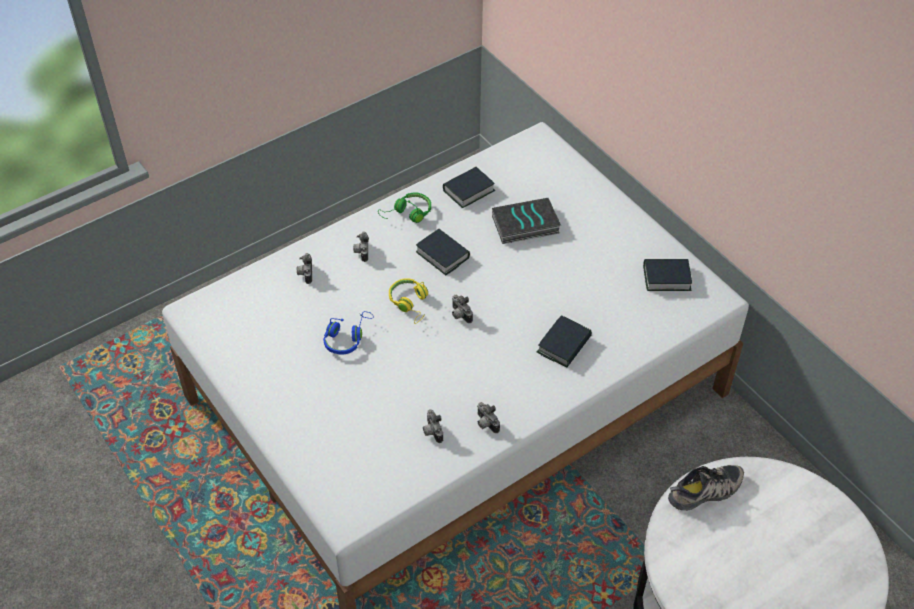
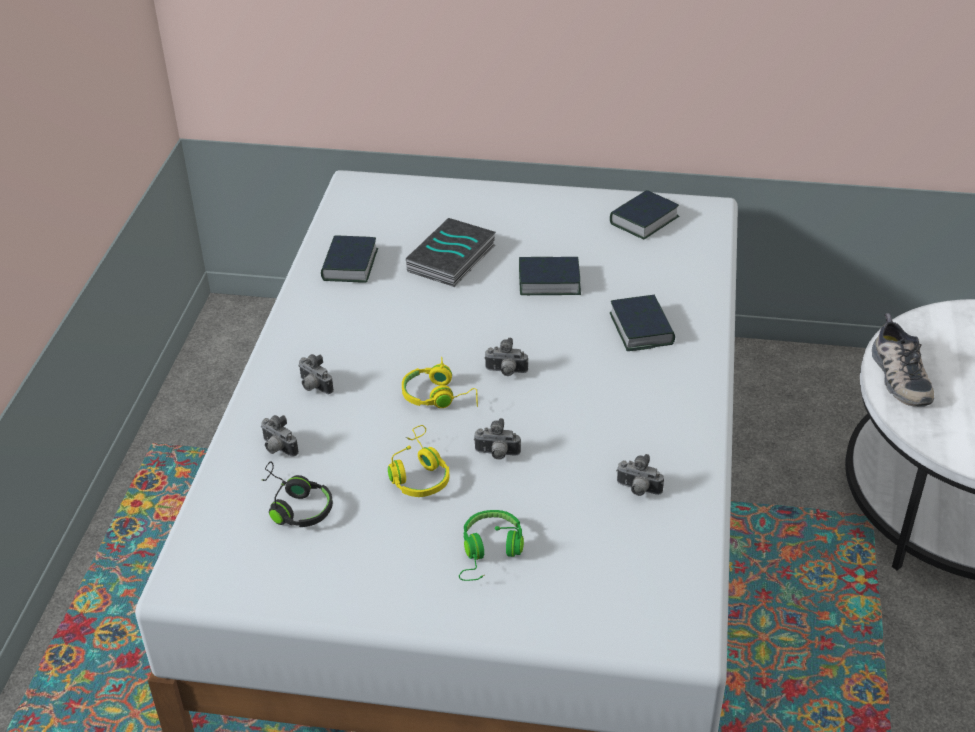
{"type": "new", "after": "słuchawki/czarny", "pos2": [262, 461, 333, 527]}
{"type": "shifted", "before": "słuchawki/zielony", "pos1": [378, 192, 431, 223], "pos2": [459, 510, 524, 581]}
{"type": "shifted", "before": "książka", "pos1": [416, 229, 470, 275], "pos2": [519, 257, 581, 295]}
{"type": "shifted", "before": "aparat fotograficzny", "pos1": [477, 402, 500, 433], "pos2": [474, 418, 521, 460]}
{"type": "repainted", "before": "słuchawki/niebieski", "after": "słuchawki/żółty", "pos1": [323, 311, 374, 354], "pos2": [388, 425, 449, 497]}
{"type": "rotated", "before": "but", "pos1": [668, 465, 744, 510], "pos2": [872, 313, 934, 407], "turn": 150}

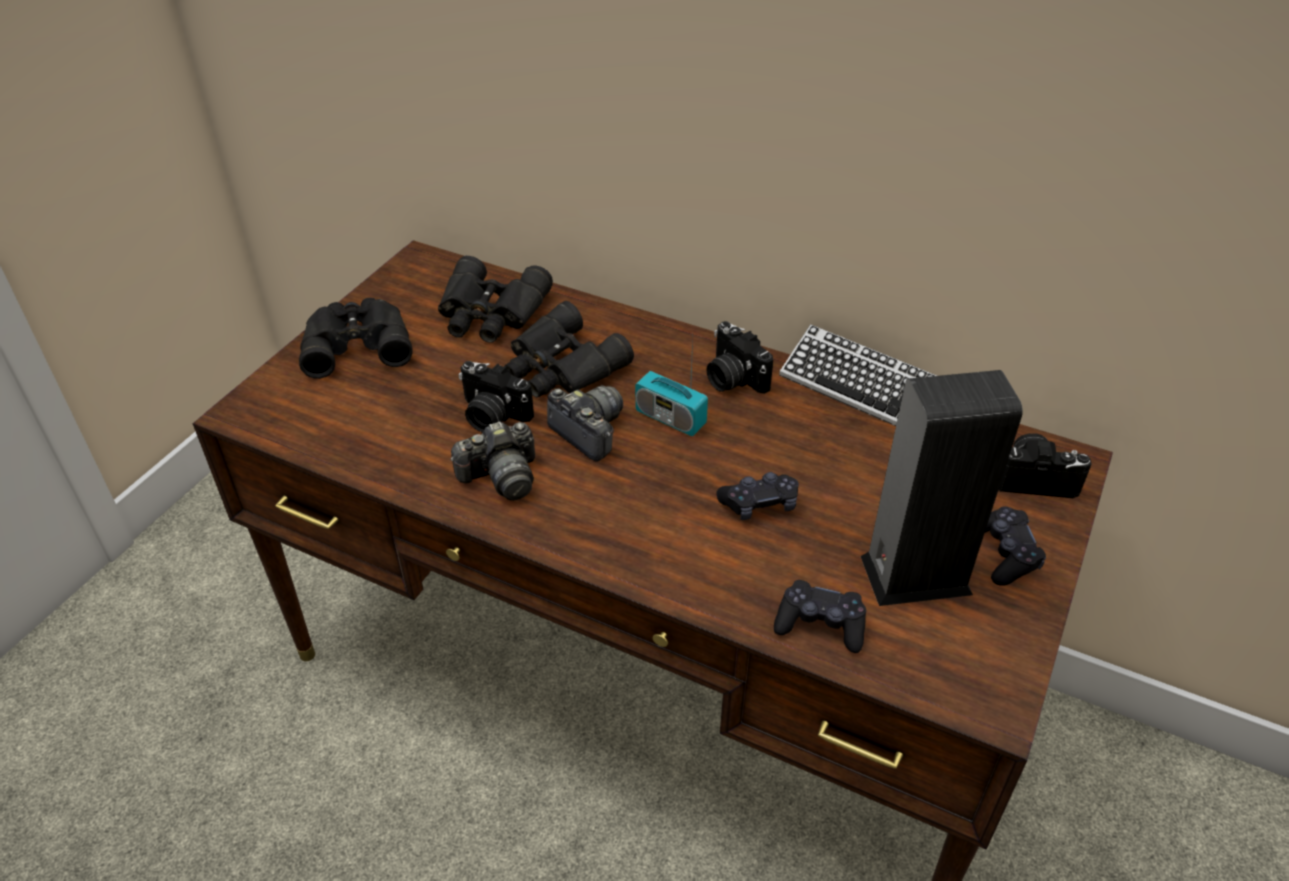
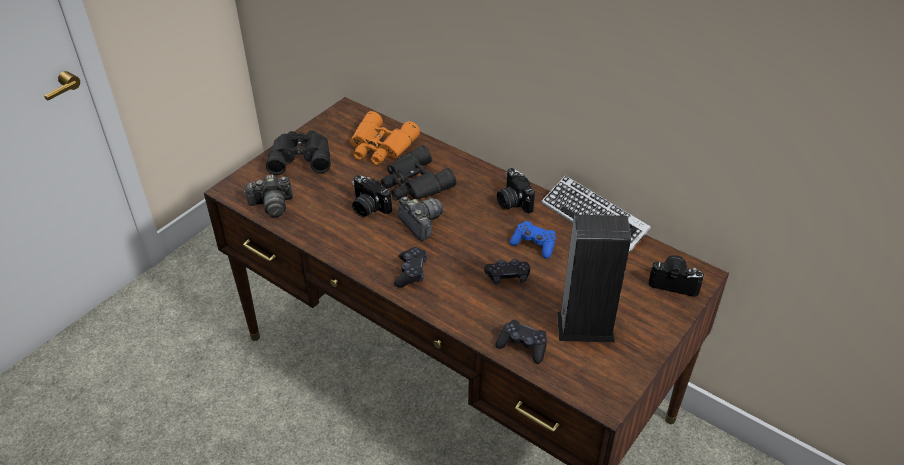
{"type": "gone", "before": "radio", "pos1": [635, 338, 708, 436]}
{"type": "new", "after": "pad do gier/niebieski", "pos2": [510, 221, 556, 259]}
{"type": "shifted", "before": "aparat fotograficzny", "pos1": [450, 421, 535, 501], "pos2": [244, 175, 293, 218]}
{"type": "shifted", "before": "pad do gier/czarny", "pos1": [985, 506, 1046, 586], "pos2": [394, 247, 427, 288]}
{"type": "repainted", "before": "lornetka/czarny", "after": "lornetka/pomarańczowy", "pos1": [438, 256, 553, 343], "pos2": [350, 111, 420, 165]}

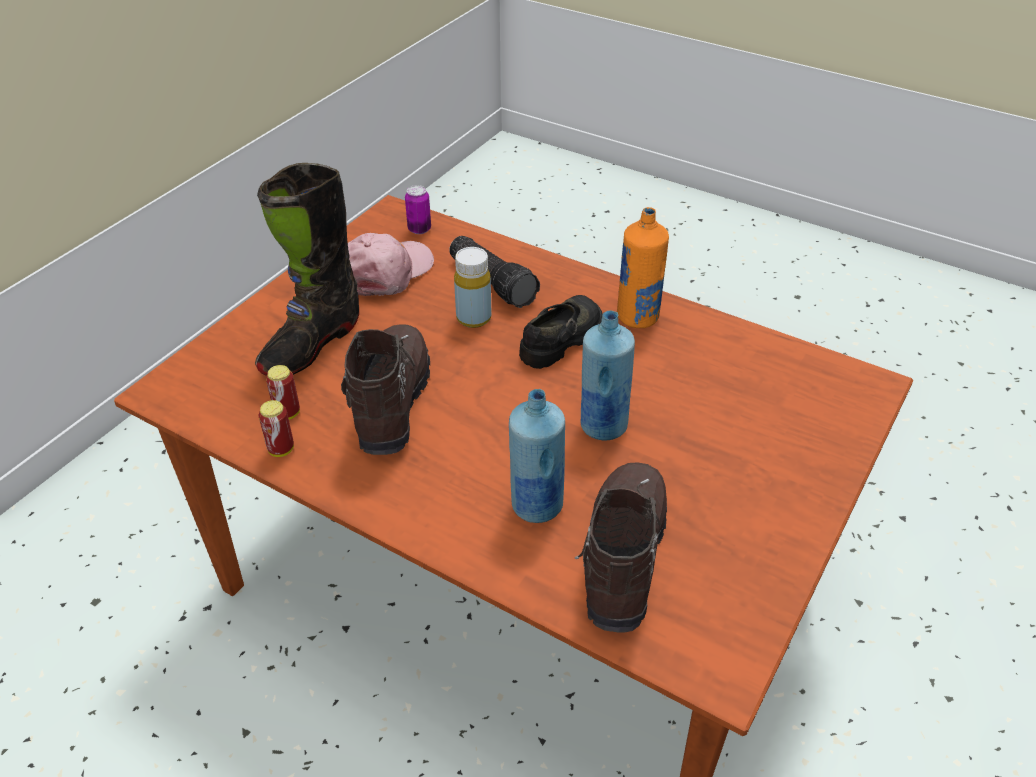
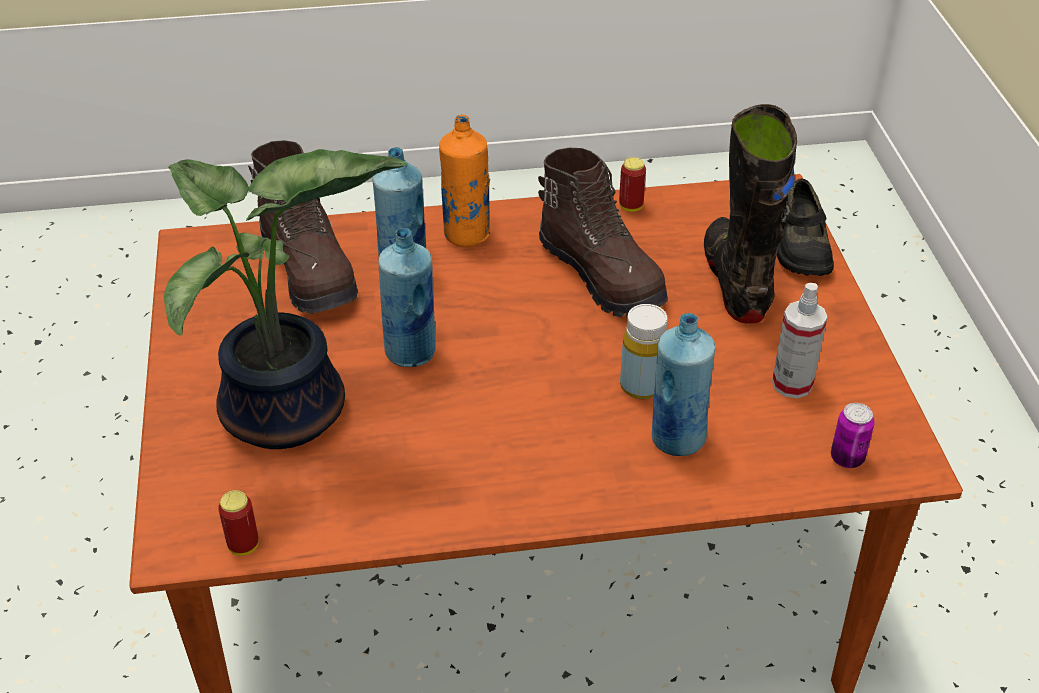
{"type": "new", "after": "roślina doniczkowa", "pos2": [164, 149, 407, 449]}
{"type": "shifted", "before": "puszka", "pos1": [266, 365, 300, 420], "pos2": [218, 490, 259, 556]}
{"type": "shifted", "before": "but/czarny", "pos1": [519, 295, 603, 369], "pos2": [777, 179, 834, 276]}
{"type": "shifted", "before": "butelka/pomarańczowy", "pos1": [617, 207, 669, 328], "pos2": [439, 115, 490, 247]}
{"type": "swapped", "before": "czapka z daszkiem/różowy", "after": "spryskiwacz", "pos1": [348, 233, 434, 296], "pos2": [772, 283, 827, 399]}
{"type": "swapped", "before": "latarka", "after": "butelka/niebieski", "pos1": [449, 236, 540, 308], "pos2": [651, 313, 716, 456]}

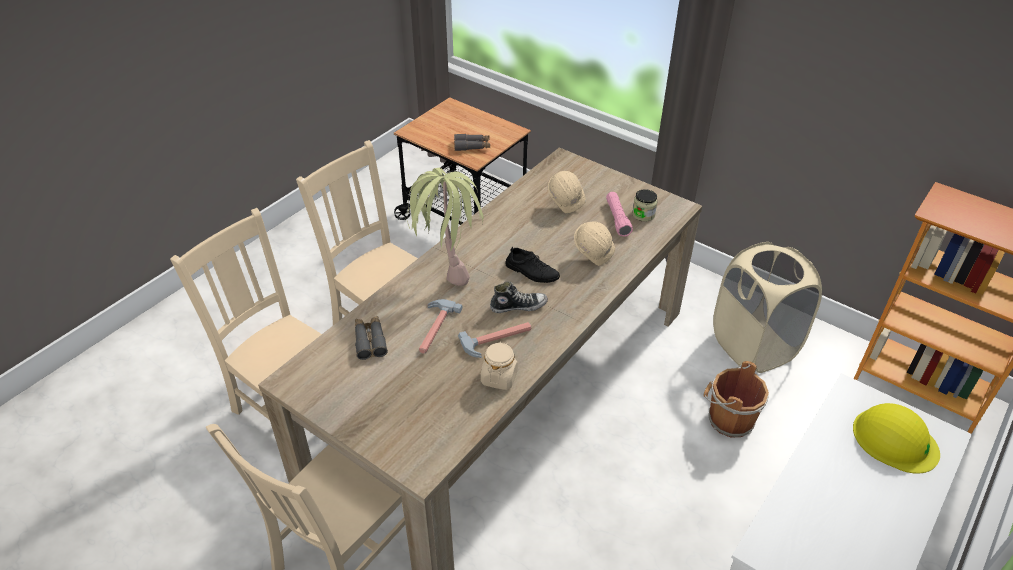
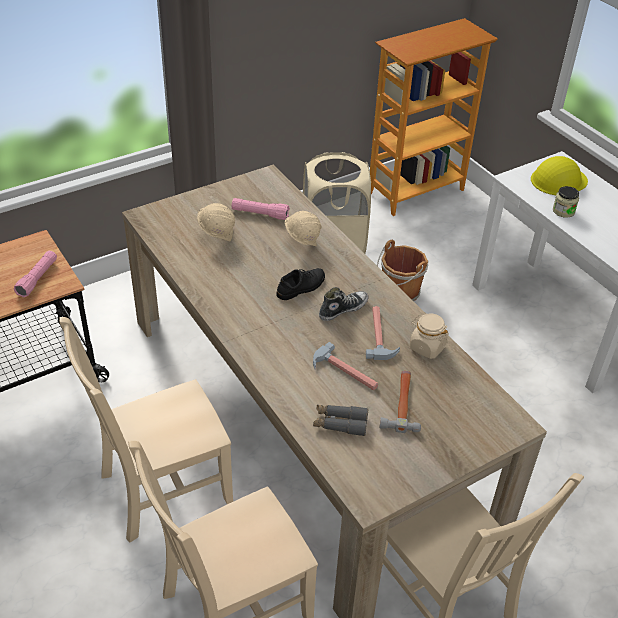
{"type": "gone", "before": "roślina doniczkowa", "pos1": [408, 167, 483, 286]}
{"type": "new", "after": "młotek", "pos2": [379, 371, 421, 433]}
{"type": "shifted", "before": "słoik", "pos1": [632, 189, 657, 222], "pos2": [553, 186, 579, 218]}
{"type": "swapped", "before": "lornetka/szary", "after": "latarka/różowy", "pos1": [454, 134, 490, 151], "pos2": [14, 251, 57, 297]}
{"type": "rotated", "before": "but", "pos1": [490, 282, 548, 313], "pos2": [319, 287, 369, 321], "turn": 45}

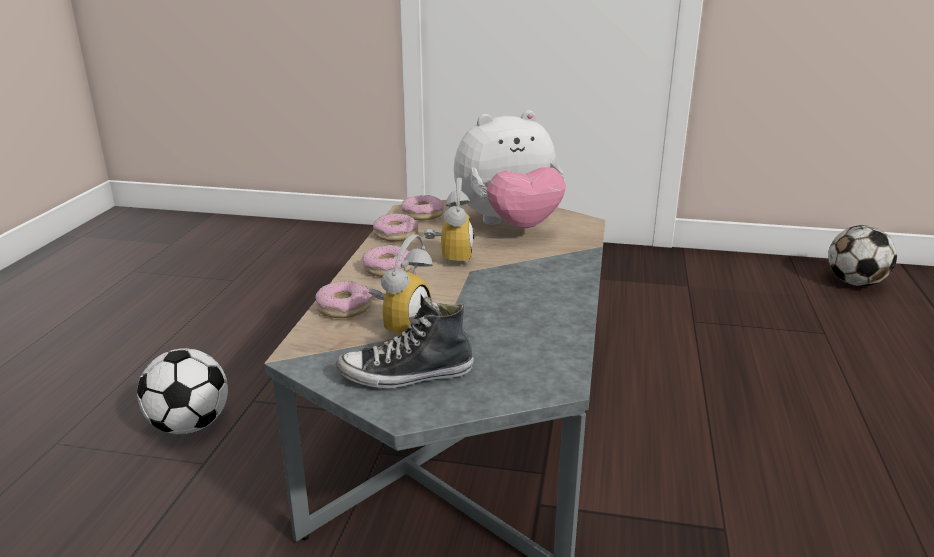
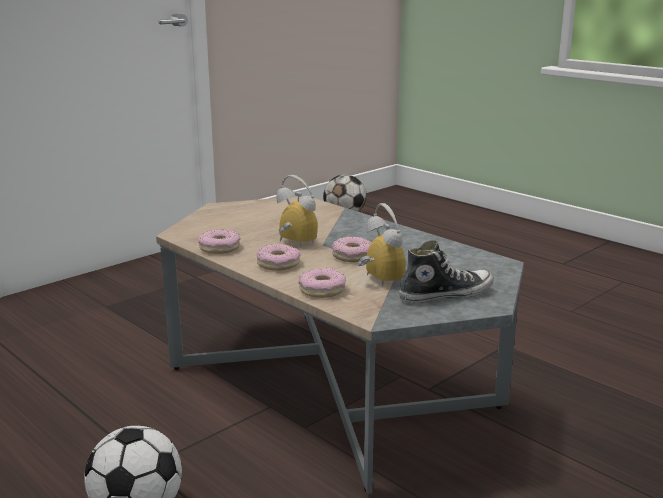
{"type": "gone", "before": "pluszak", "pos1": [454, 110, 566, 228]}
{"type": "shifted", "before": "donut", "pos1": [402, 195, 443, 220], "pos2": [332, 236, 372, 262]}
{"type": "rotated", "before": "but", "pos1": [336, 297, 474, 388], "pos2": [399, 240, 494, 303], "turn": -135}

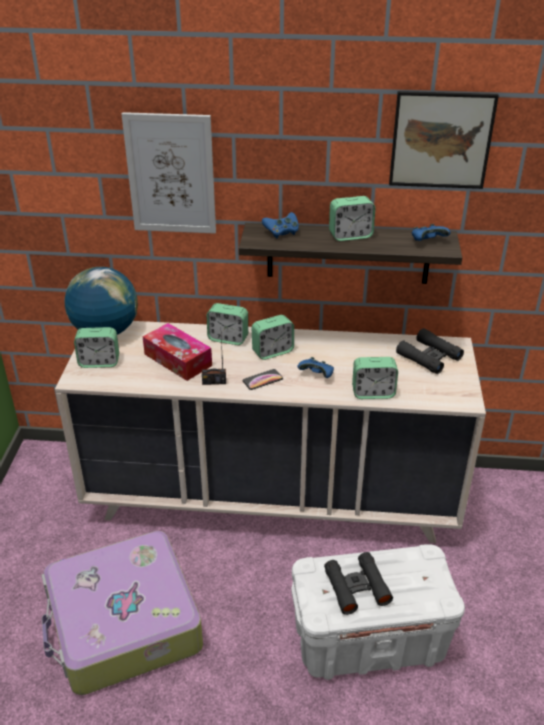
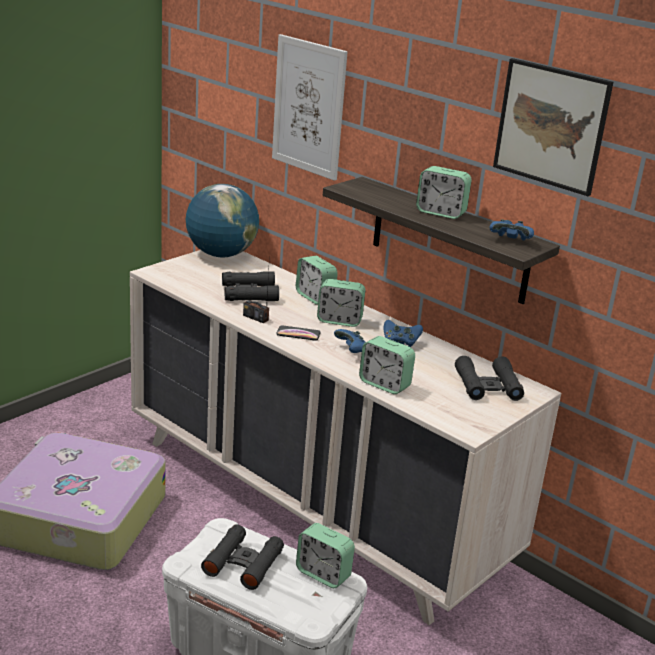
{"type": "shifted", "before": "budzik", "pos1": [74, 327, 119, 368], "pos2": [296, 523, 355, 588]}
{"type": "shifted", "before": "pad do gier/niebieski", "pos1": [262, 212, 299, 239], "pos2": [383, 320, 423, 347]}
{"type": "swapped", "before": "pudełko chusteczek", "after": "lornetka/czarny", "pos1": [143, 323, 212, 381], "pos2": [222, 271, 279, 301]}

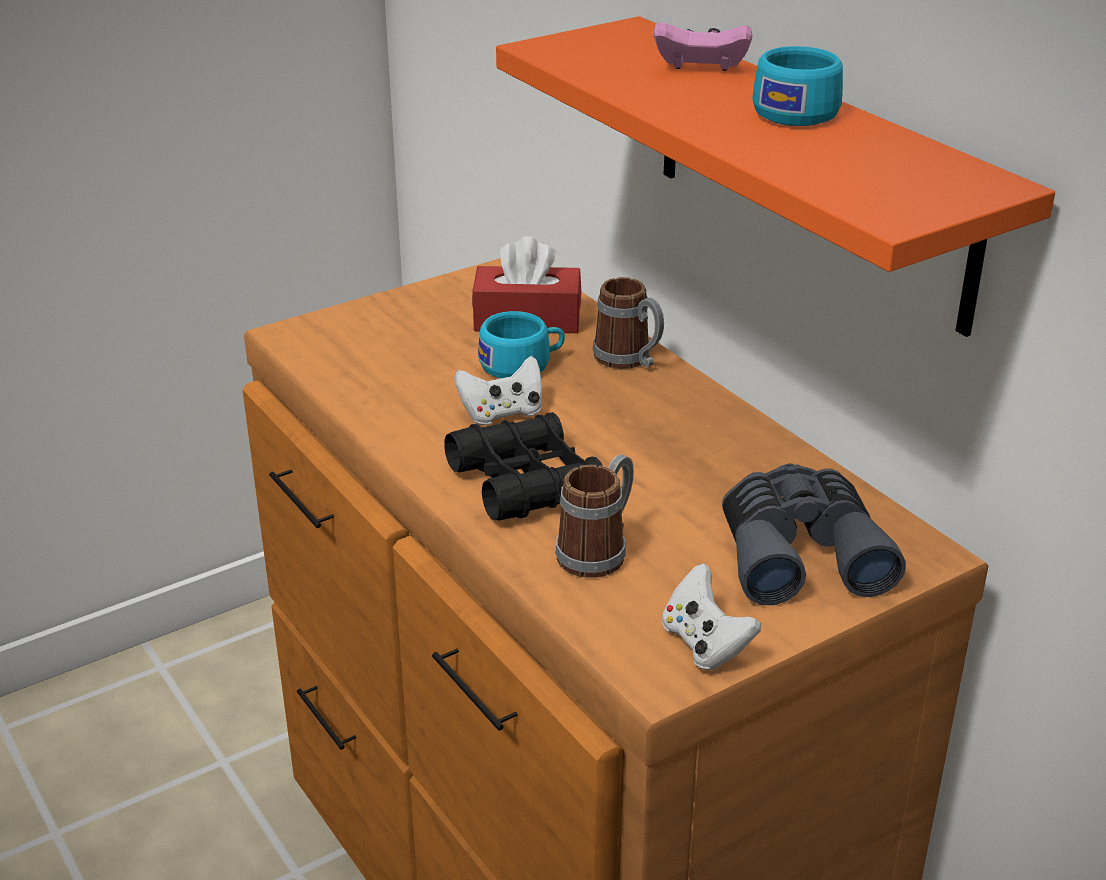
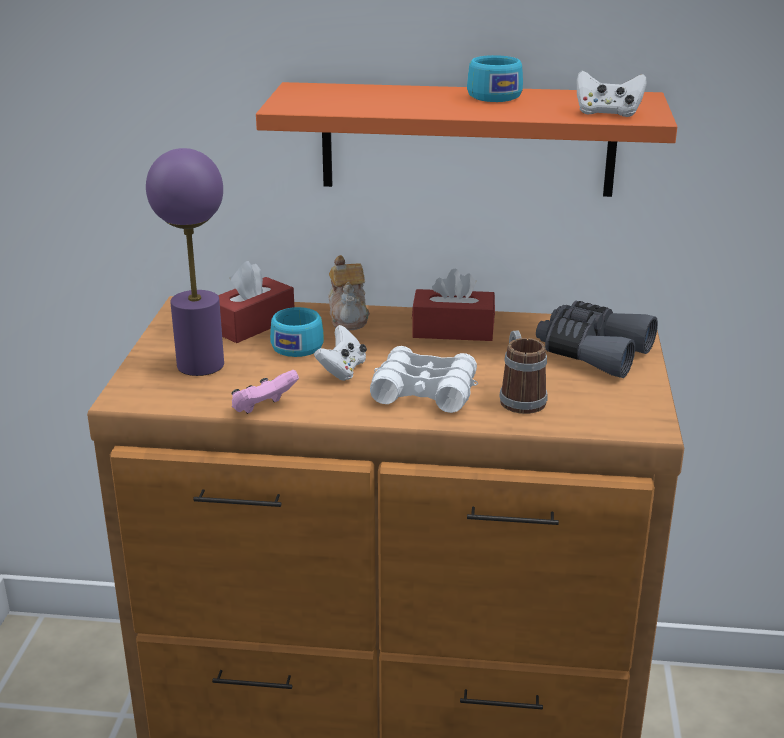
{"type": "new", "after": "lampa stołowa/fioletowy", "pos2": [146, 148, 224, 376]}
{"type": "new", "after": "pudełko chusteczek/czerwony", "pos2": [412, 269, 495, 341]}
{"type": "shifted", "before": "pad do gier/różowy", "pos1": [654, 22, 752, 71], "pos2": [231, 370, 299, 414]}
{"type": "shifted", "before": "pad do gier/biały", "pos1": [662, 563, 761, 670], "pos2": [577, 71, 647, 117]}
{"type": "swapped", "before": "kubek", "after": "imbryk", "pos1": [593, 277, 664, 369], "pos2": [328, 255, 370, 330]}
{"type": "repainted", "before": "lornetka/czarny", "after": "lornetka/biały", "pos1": [444, 412, 603, 521], "pos2": [370, 346, 478, 413]}

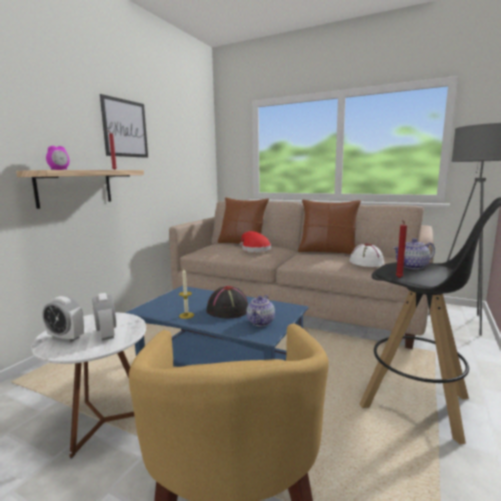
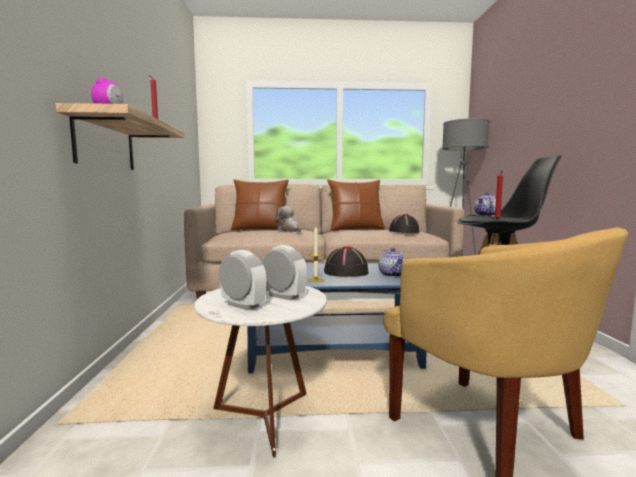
{"type": "gone", "before": "obraz", "pos1": [100, 94, 148, 158]}
{"type": "swapped", "before": "kapelusz/czerwony", "after": "pluszak", "pos1": [240, 231, 271, 252], "pos2": [275, 206, 301, 232]}
{"type": "repainted", "before": "kapelusz/biały", "after": "kapelusz/czarny", "pos1": [350, 243, 384, 267], "pos2": [389, 214, 419, 233]}
{"type": "rotated", "before": "budzik", "pos1": [42, 296, 84, 343], "pos2": [219, 250, 266, 310], "turn": -135}

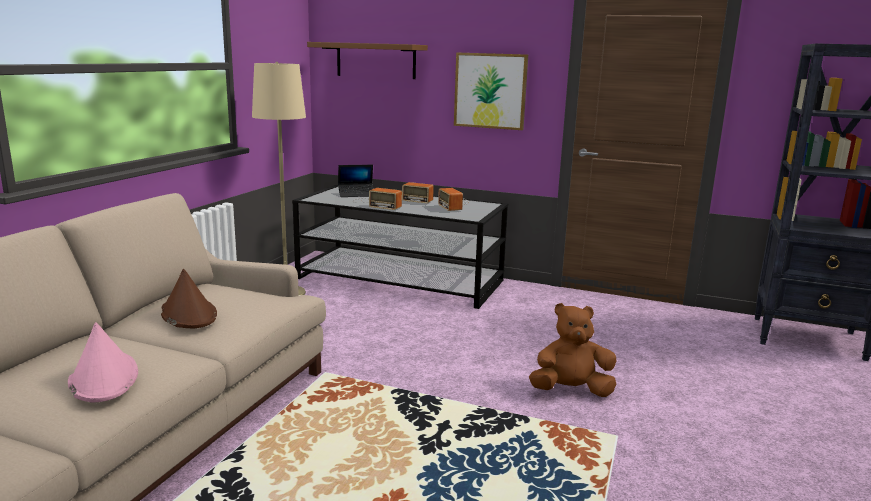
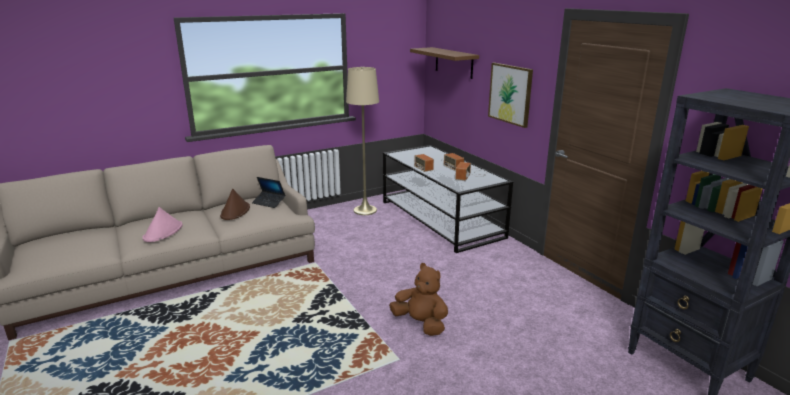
{"type": "shifted", "before": "laptop", "pos1": [338, 165, 373, 197], "pos2": [252, 177, 285, 208]}

